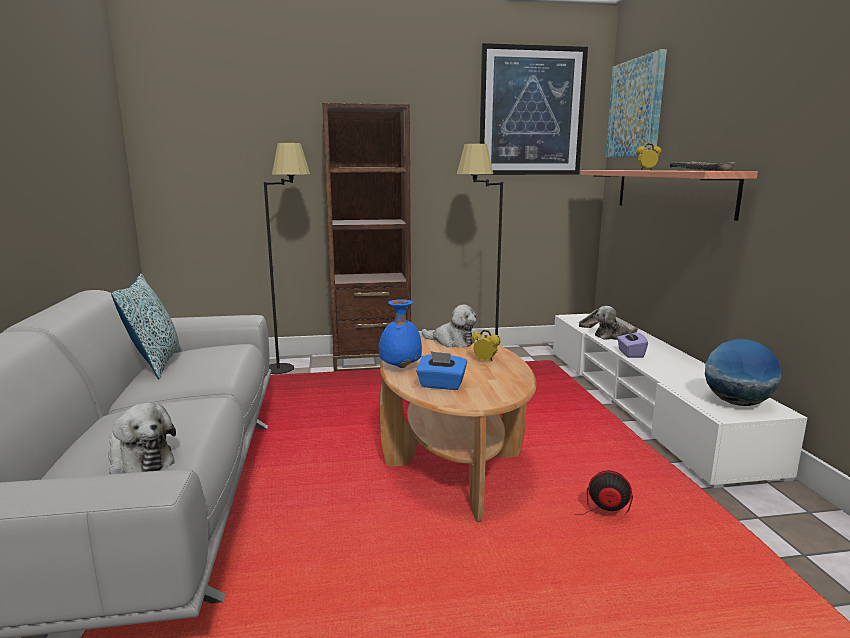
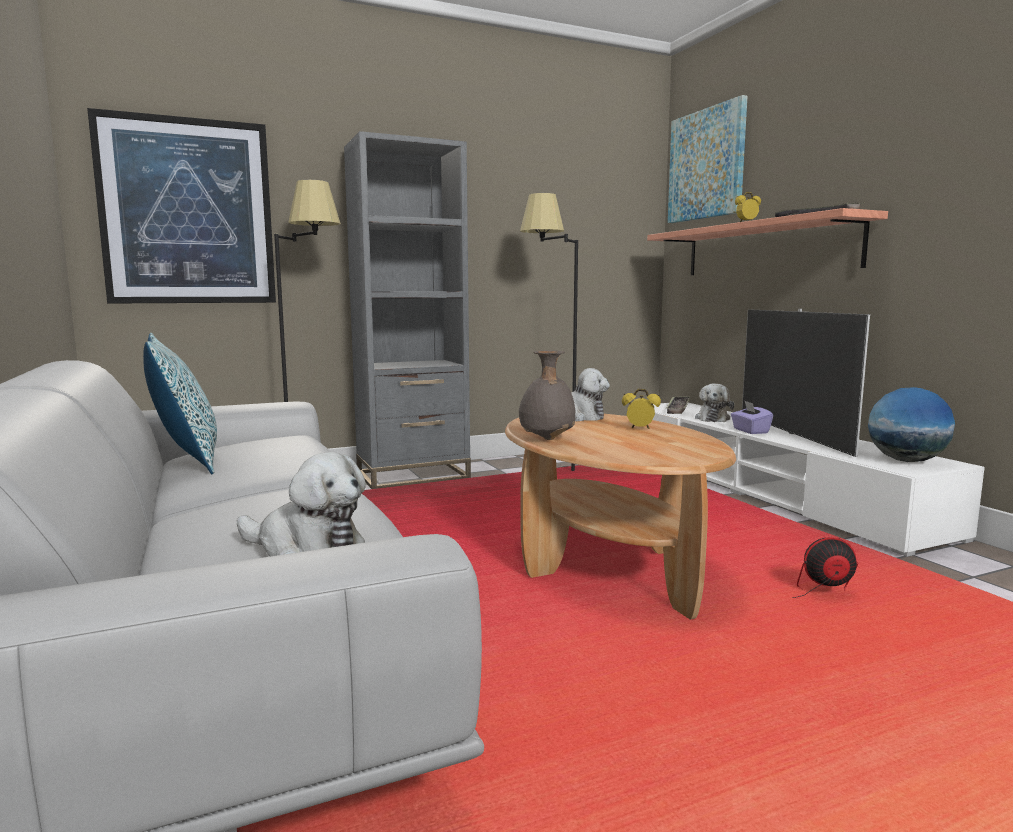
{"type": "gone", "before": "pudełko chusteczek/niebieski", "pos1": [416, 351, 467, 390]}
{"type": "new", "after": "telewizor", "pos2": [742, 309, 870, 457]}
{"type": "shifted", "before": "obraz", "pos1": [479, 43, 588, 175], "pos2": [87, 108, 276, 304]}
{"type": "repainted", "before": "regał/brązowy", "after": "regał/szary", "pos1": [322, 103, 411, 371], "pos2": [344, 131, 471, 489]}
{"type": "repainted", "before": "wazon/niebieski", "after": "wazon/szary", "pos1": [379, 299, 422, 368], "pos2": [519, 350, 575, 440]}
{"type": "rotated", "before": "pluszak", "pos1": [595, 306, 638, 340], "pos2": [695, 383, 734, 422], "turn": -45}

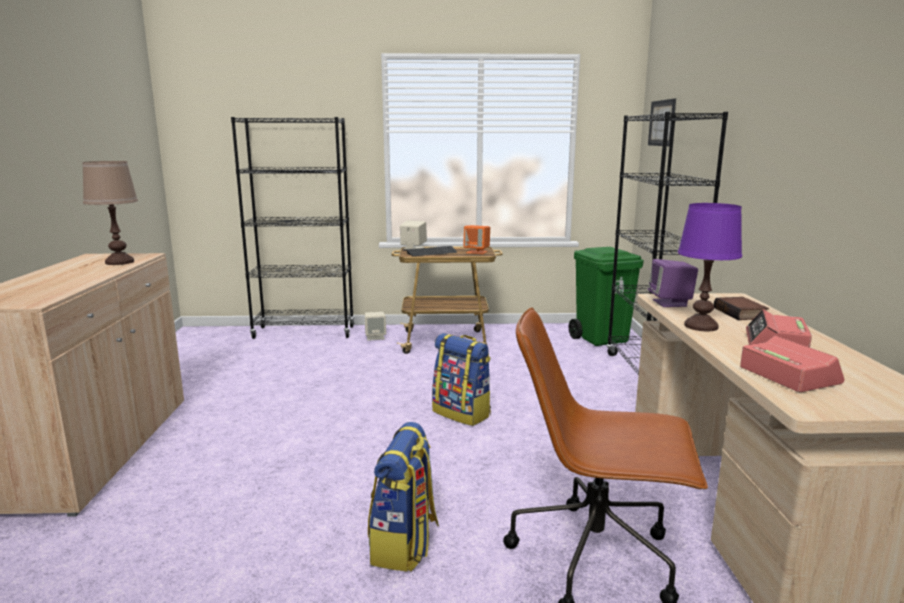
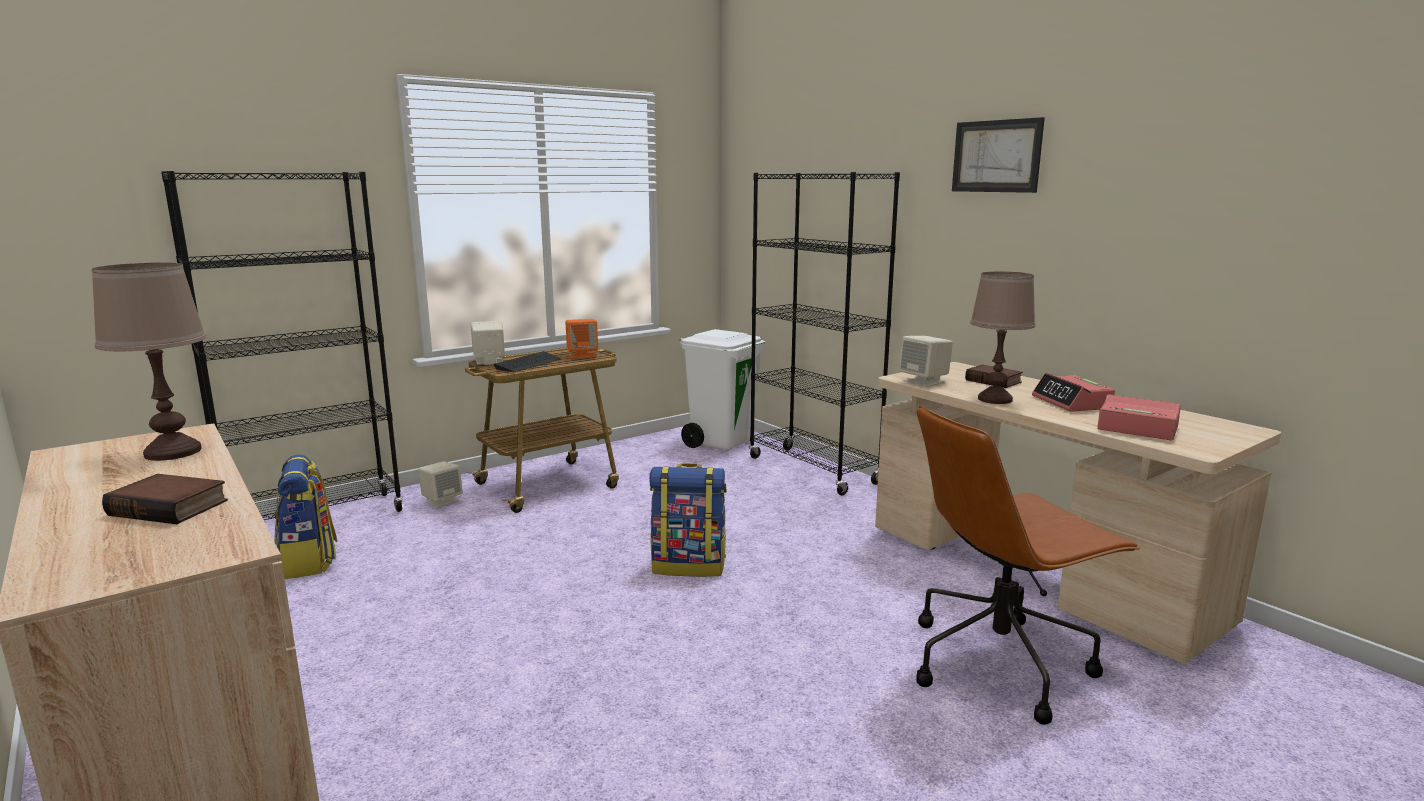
{"type": "new", "after": "książka", "pos2": [102, 474, 228, 524]}
{"type": "shifted", "before": "plecak", "pos1": [368, 422, 439, 572], "pos2": [274, 454, 337, 579]}
{"type": "shifted", "before": "obraz", "pos1": [648, 98, 676, 146], "pos2": [952, 117, 1045, 193]}
{"type": "repainted", "before": "kosz na śmieci/zielony", "after": "kosz na śmieci/biały", "pos1": [569, 247, 644, 346], "pos2": [679, 329, 765, 451]}
{"type": "repainted", "before": "głośnik/fioletowy", "after": "głośnik/beżowy", "pos1": [648, 259, 698, 307], "pos2": [899, 336, 953, 387]}
{"type": "repainted", "before": "lampa stołowa/fioletowy", "after": "lampa stołowa/brązowy", "pos1": [678, 203, 742, 332], "pos2": [970, 271, 1035, 404]}

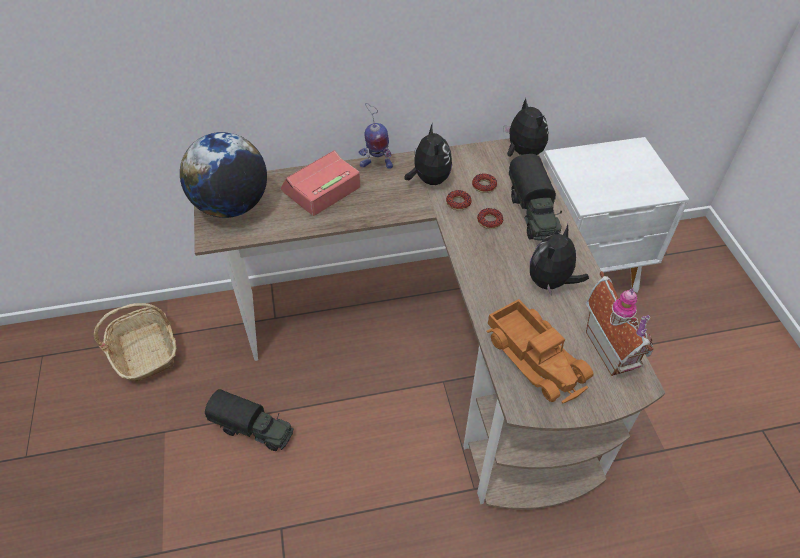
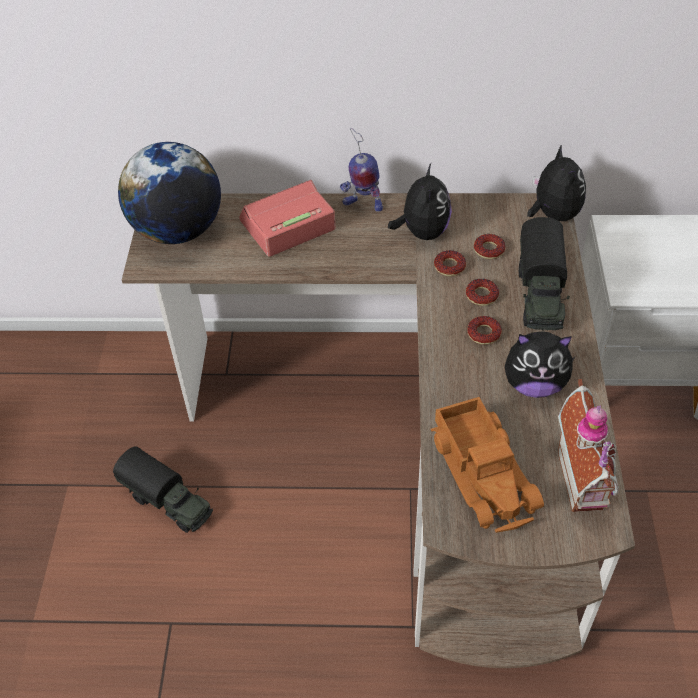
{"type": "gone", "before": "koszyk", "pos1": [94, 303, 176, 383]}
{"type": "new", "after": "donut", "pos2": [467, 316, 502, 345]}
{"type": "rotated", "before": "pluszak", "pos1": [530, 224, 589, 295], "pos2": [505, 331, 576, 398], "turn": -135}

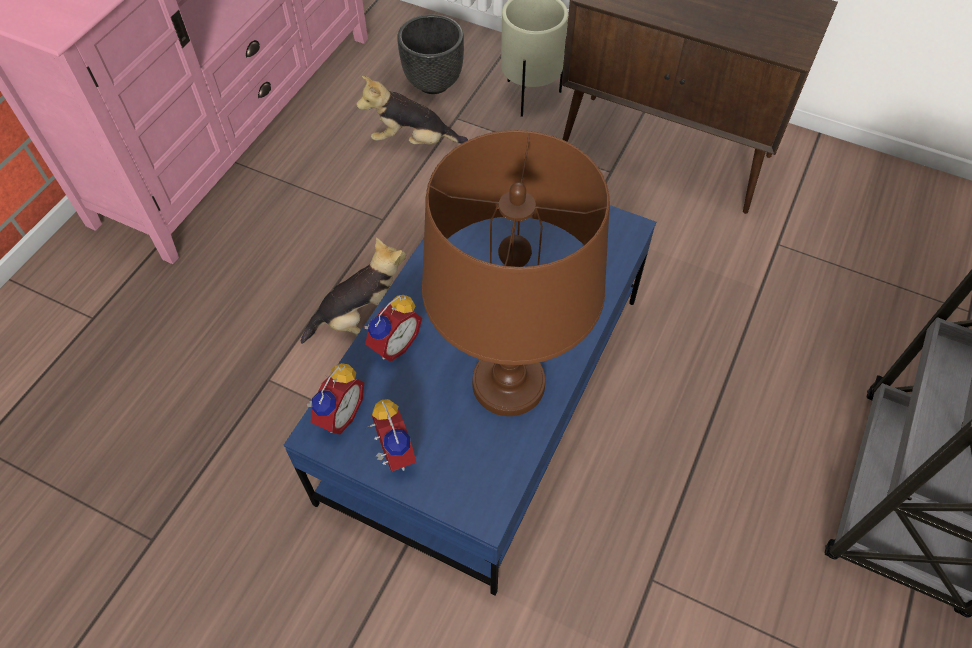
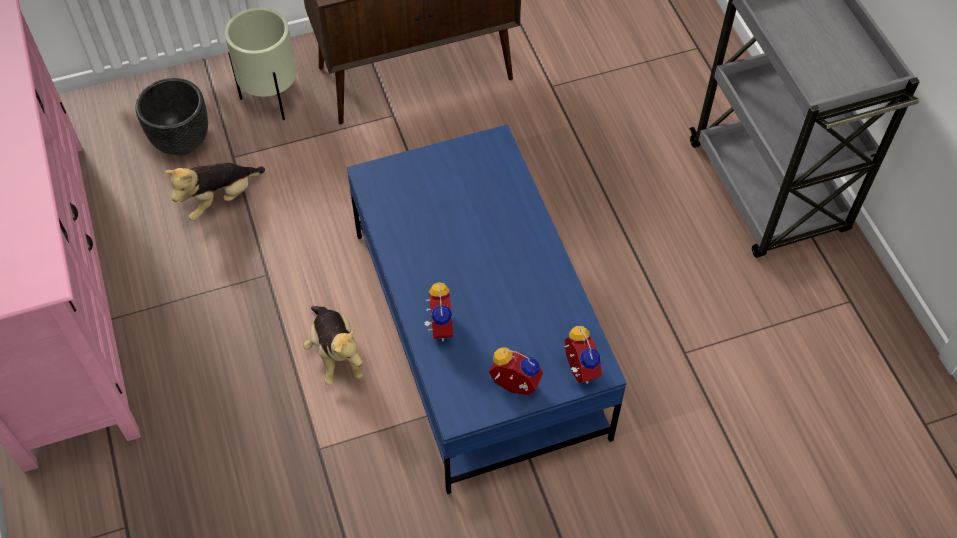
{"type": "gone", "before": "lampa stołowa/brązowy", "pos1": [422, 130, 610, 416]}
{"type": "shifted", "before": "budzik", "pos1": [306, 363, 364, 434], "pos2": [565, 326, 602, 384]}
{"type": "rotated", "before": "pluszak", "pos1": [301, 238, 406, 344], "pos2": [303, 306, 363, 385], "turn": 135}

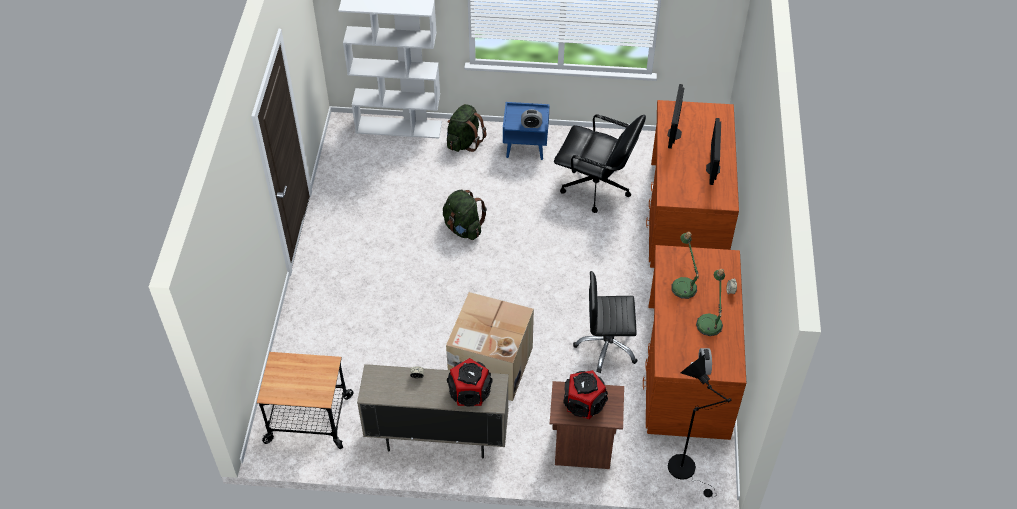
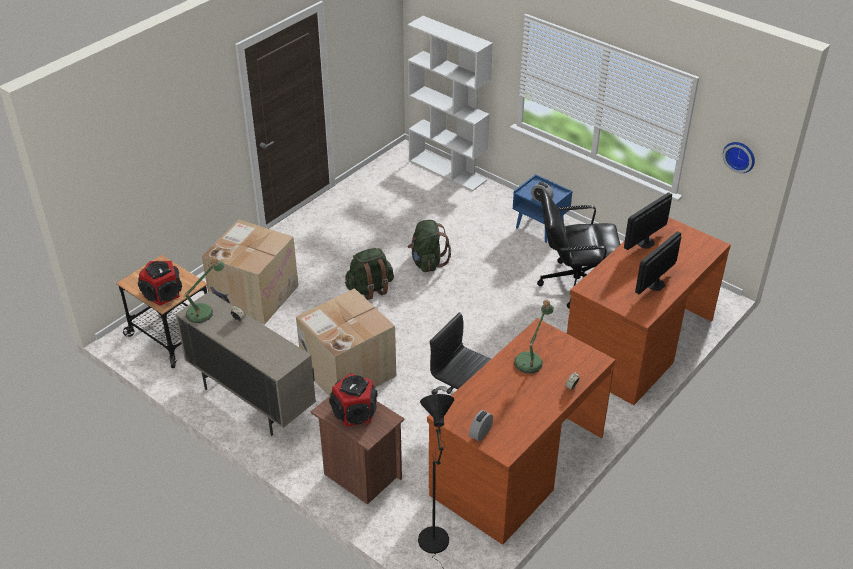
{"type": "new", "after": "karton", "pos2": [202, 219, 299, 324]}
{"type": "new", "after": "zegar ścienny", "pos2": [723, 142, 755, 173]}
{"type": "shifted", "before": "plecak/zielony", "pos1": [447, 104, 486, 152], "pos2": [345, 248, 394, 300]}
{"type": "shifted", "before": "głośnik", "pos1": [447, 358, 493, 407], "pos2": [138, 261, 182, 306]}
{"type": "shifted", "before": "lampa stołowa", "pos1": [696, 269, 725, 336], "pos2": [184, 256, 225, 323]}
{"type": "rotated", "before": "krzesło biurowe/czarny", "pos1": [554, 114, 646, 213], "pos2": [537, 190, 620, 309], "turn": 120}

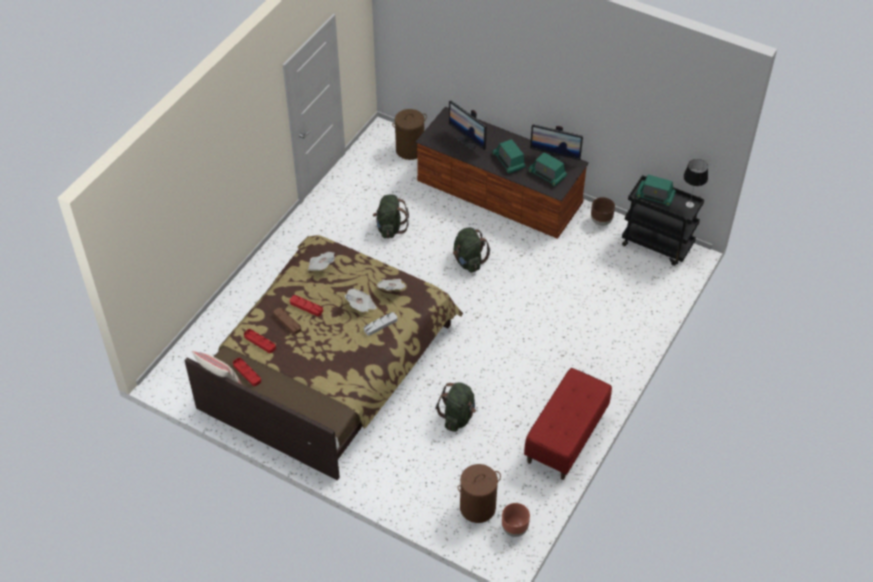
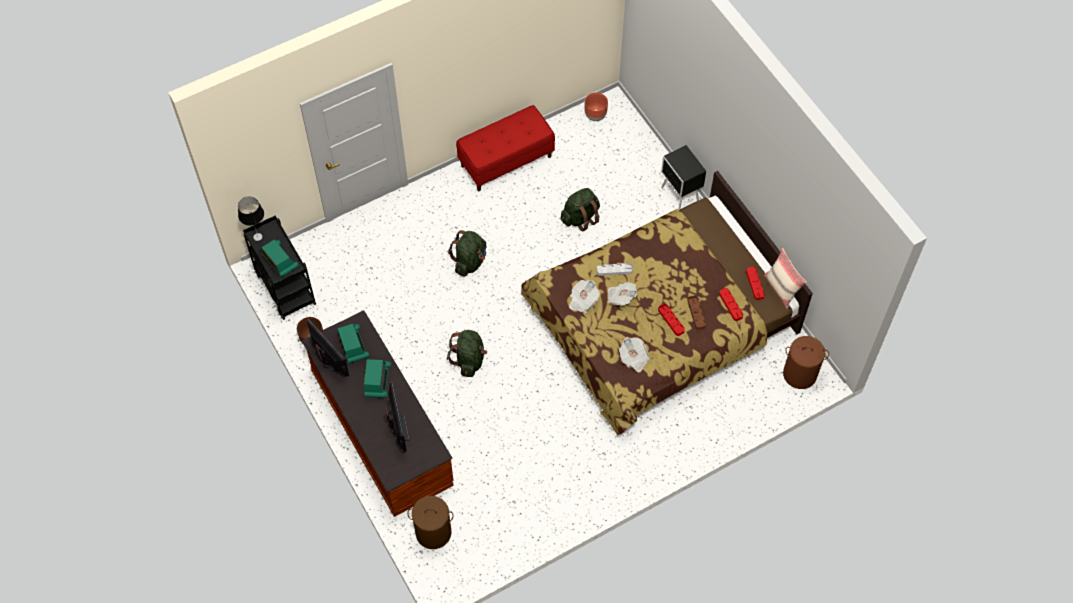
{"type": "new", "after": "szafka nocna/czarny", "pos2": [661, 145, 706, 210]}
{"type": "shifted", "before": "plecak/zielony", "pos1": [373, 195, 409, 238], "pos2": [448, 230, 486, 277]}
{"type": "shifted", "before": "kosz na pranie/brązowy", "pos1": [457, 464, 501, 523], "pos2": [783, 336, 829, 389]}

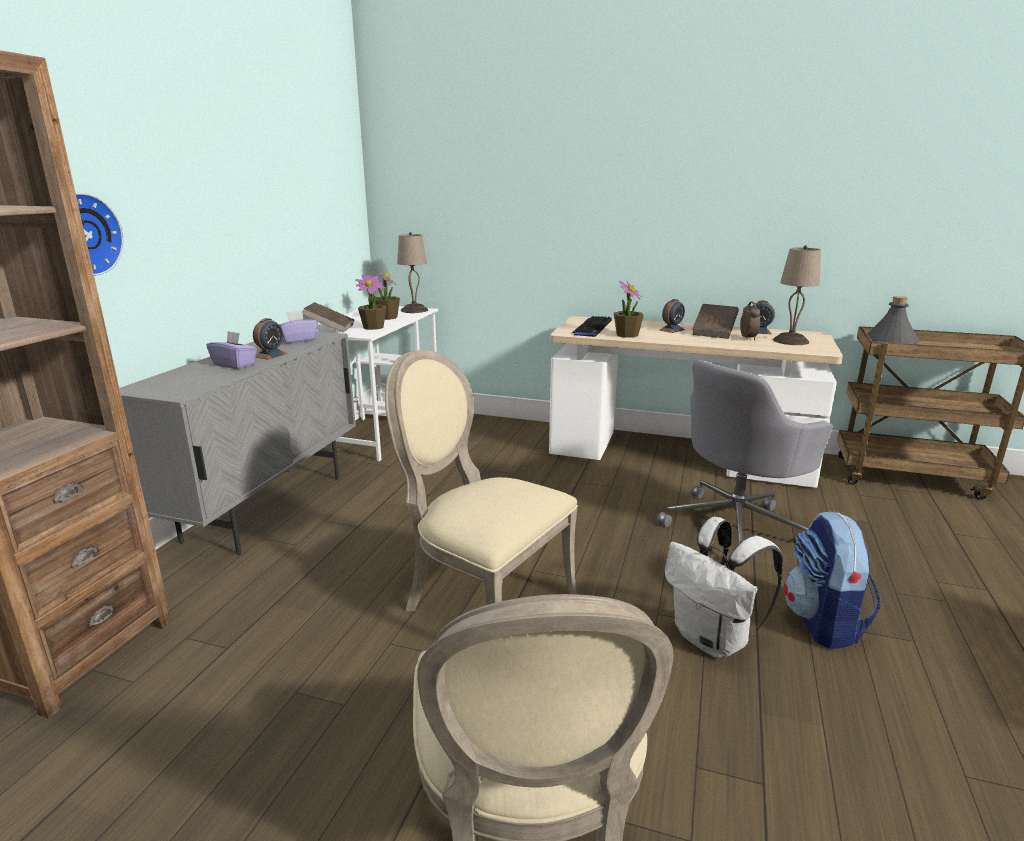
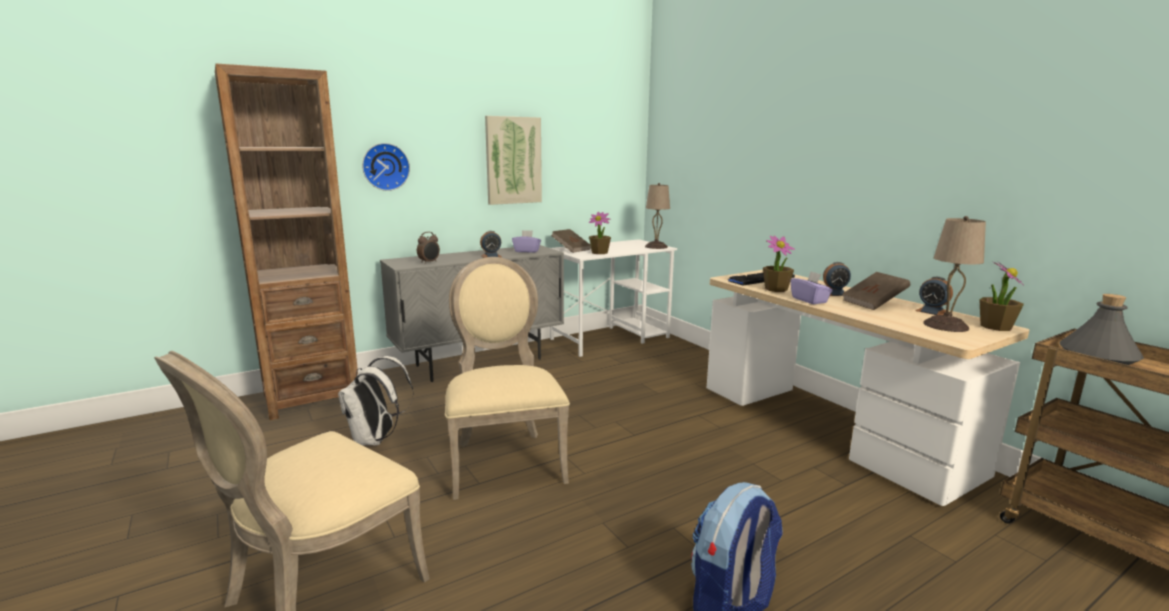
{"type": "gone", "before": "krzesło biurowe/szary", "pos1": [657, 360, 833, 567]}
{"type": "new", "after": "obraz", "pos2": [485, 116, 542, 205]}
{"type": "shifted", "before": "pudełko chusteczek/fioletowy", "pos1": [207, 331, 257, 369], "pos2": [790, 271, 833, 304]}
{"type": "shifted", "before": "roślina doniczkowa", "pos1": [374, 269, 400, 320], "pos2": [980, 261, 1024, 331]}
{"type": "shifted", "before": "plecak/biały", "pos1": [665, 517, 783, 659], "pos2": [338, 356, 414, 446]}
{"type": "shifted", "before": "budzik", "pos1": [740, 302, 760, 340], "pos2": [417, 232, 440, 264]}

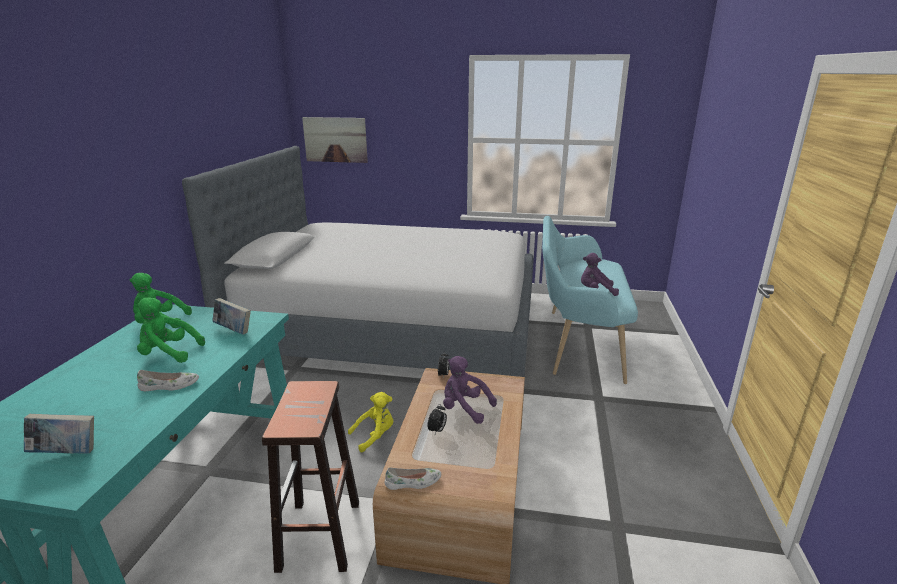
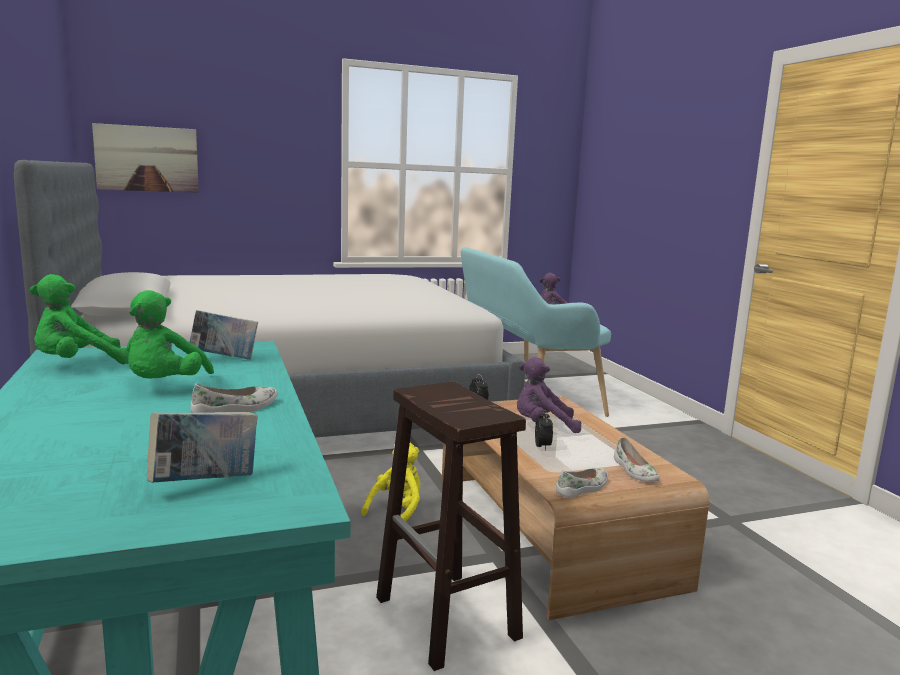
{"type": "new", "after": "but/biały", "pos2": [614, 437, 660, 482]}
{"type": "rotated", "before": "pluszak/zielony", "pos1": [137, 297, 205, 363], "pos2": [127, 290, 214, 379], "turn": -60}

